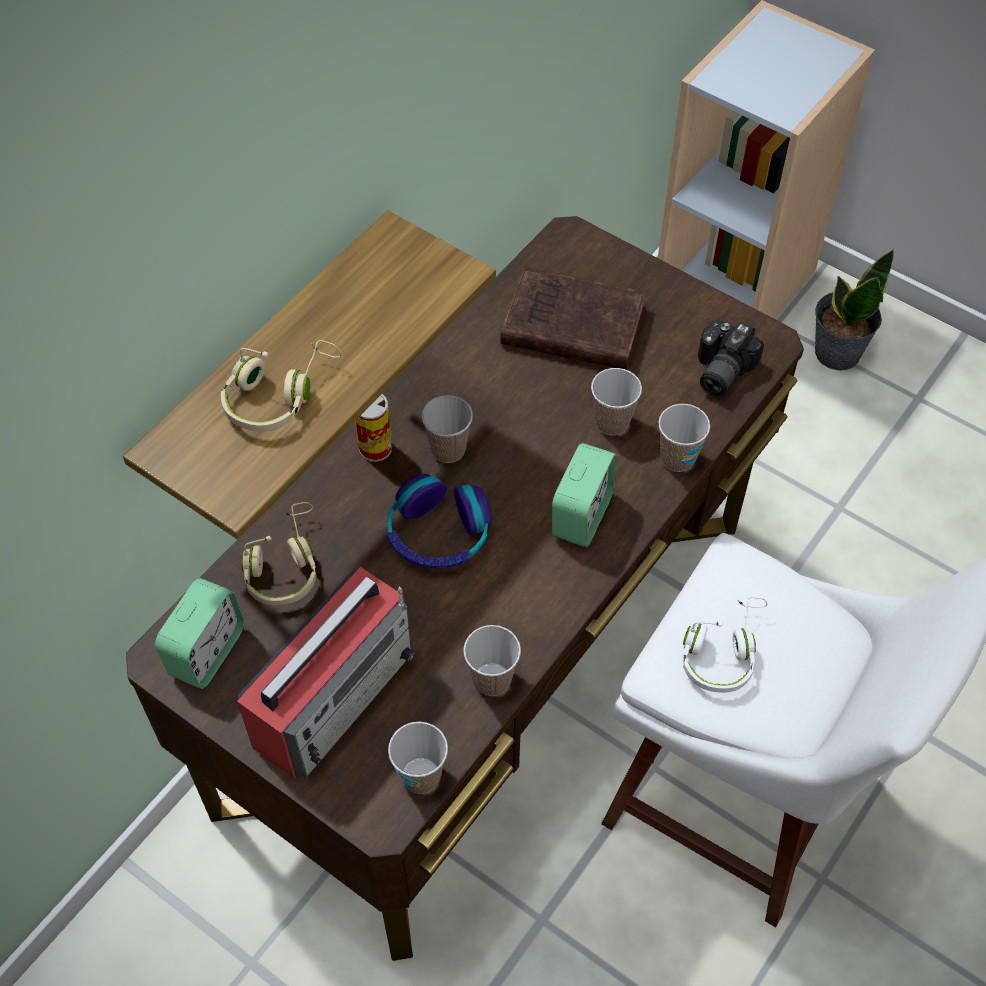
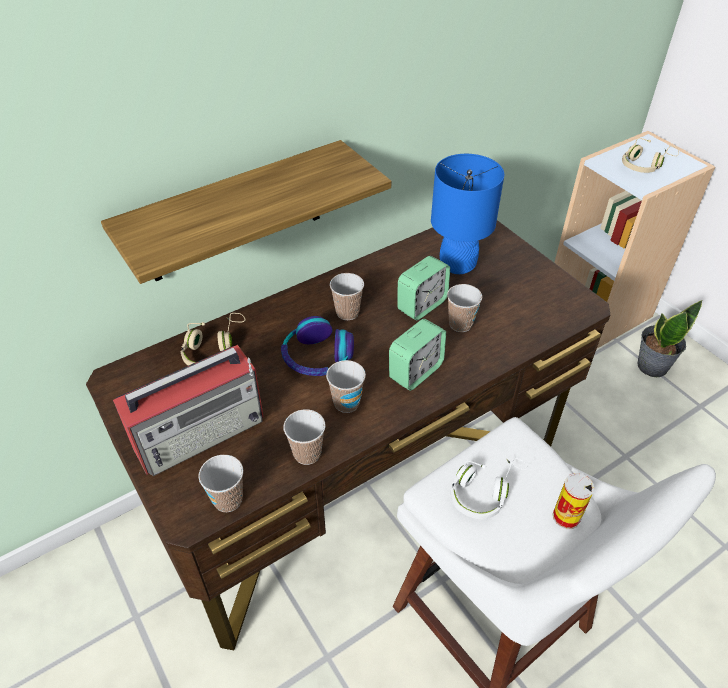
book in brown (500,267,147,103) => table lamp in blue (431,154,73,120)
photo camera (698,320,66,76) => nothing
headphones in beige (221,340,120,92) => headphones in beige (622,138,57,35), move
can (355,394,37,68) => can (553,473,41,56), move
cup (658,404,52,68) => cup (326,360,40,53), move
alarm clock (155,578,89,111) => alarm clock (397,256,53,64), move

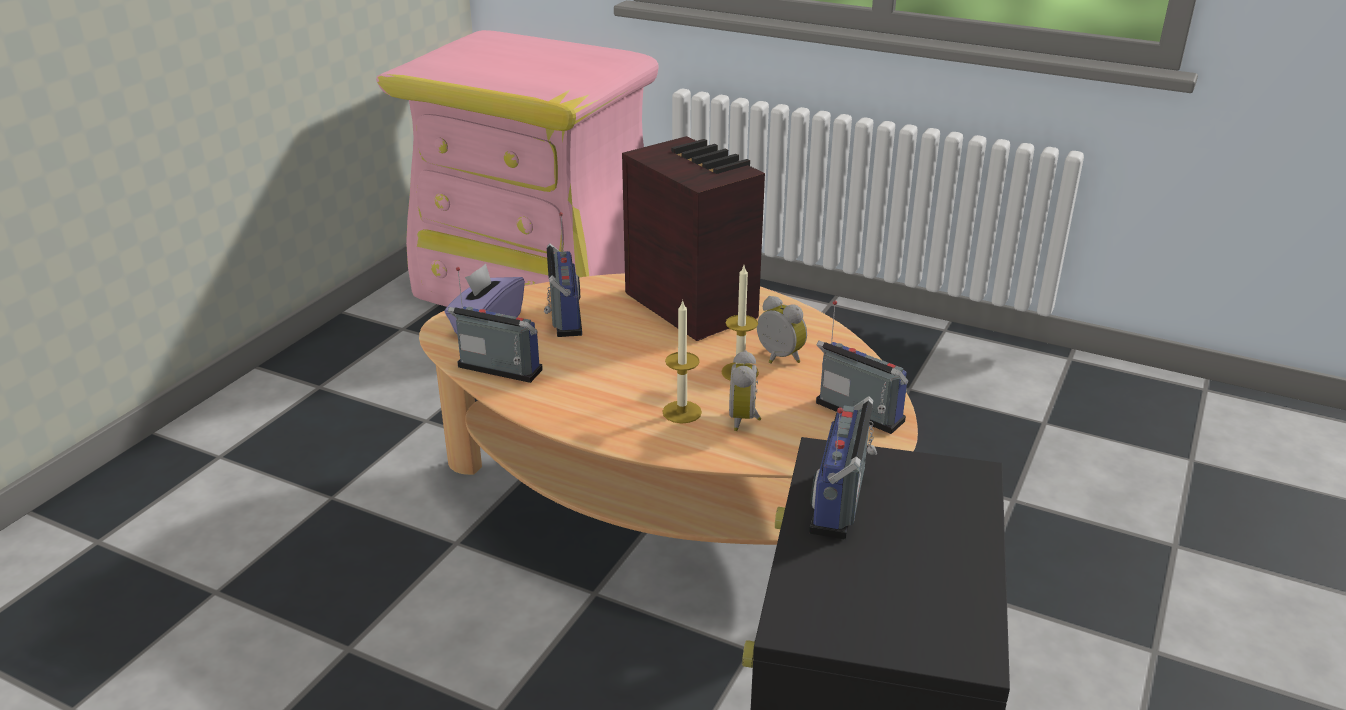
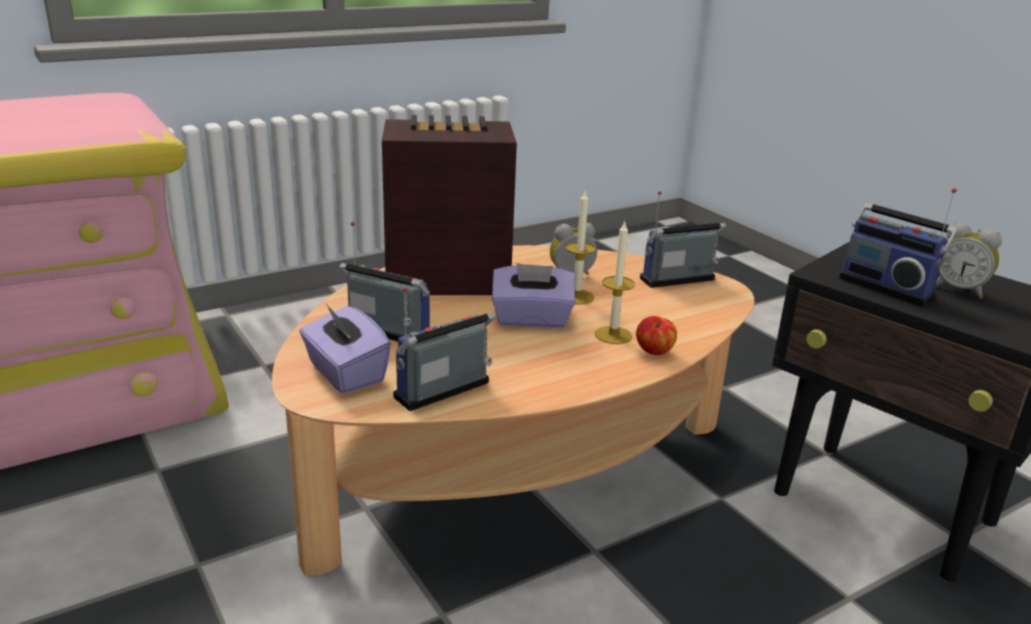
alarm clock (729,350,32,81) => alarm clock (935,222,67,77), move
nothing => tissue box in purple (492,263,83,65)
nothing => apple (636,316,41,39)

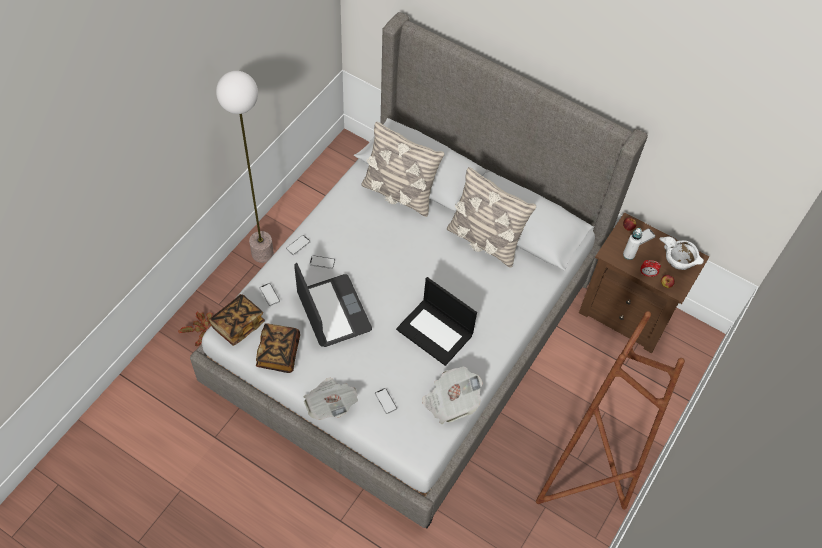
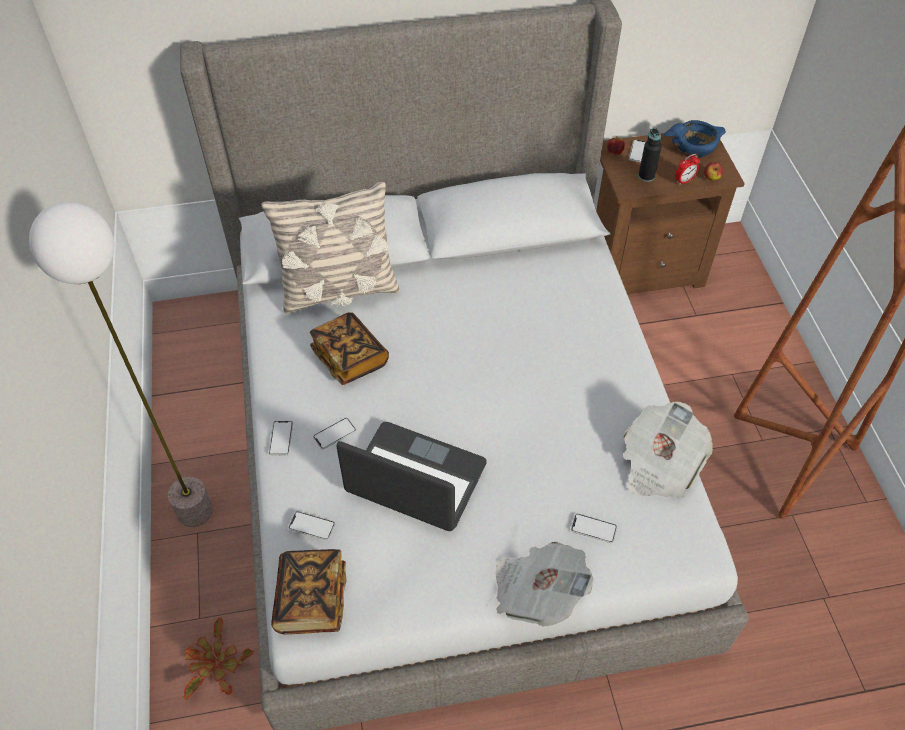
pillow in beige (447,167,89,101) => nothing
bottle in white (623,228,19,32) => bottle in black (638,128,24,54)
bowl in white (659,237,45,33) => bowl in blue (663,120,63,38)
laptop (396,277,81,89) => nothing
book (256,323,44,50) => book (310,312,79,73), move

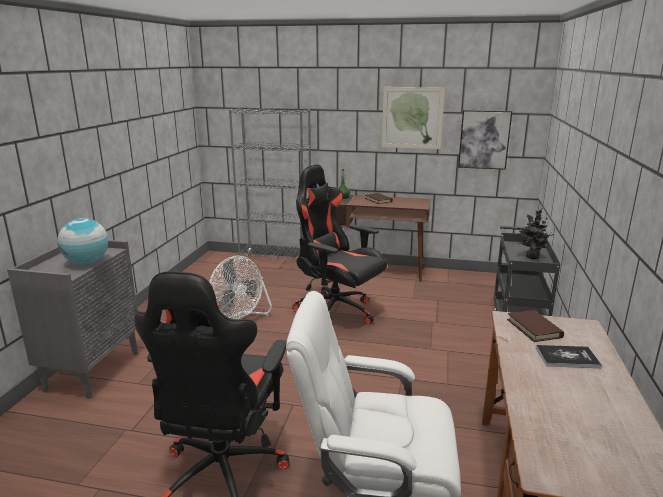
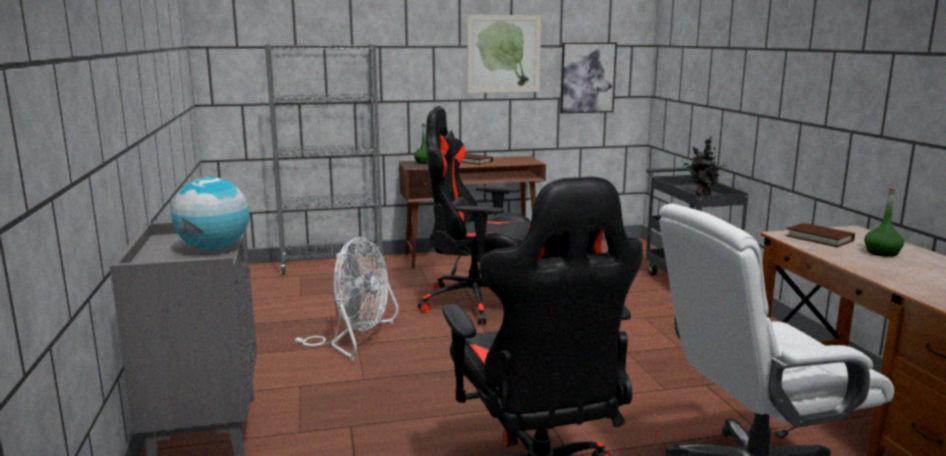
book (536,345,66,23) => bottle in green (864,187,40,70)

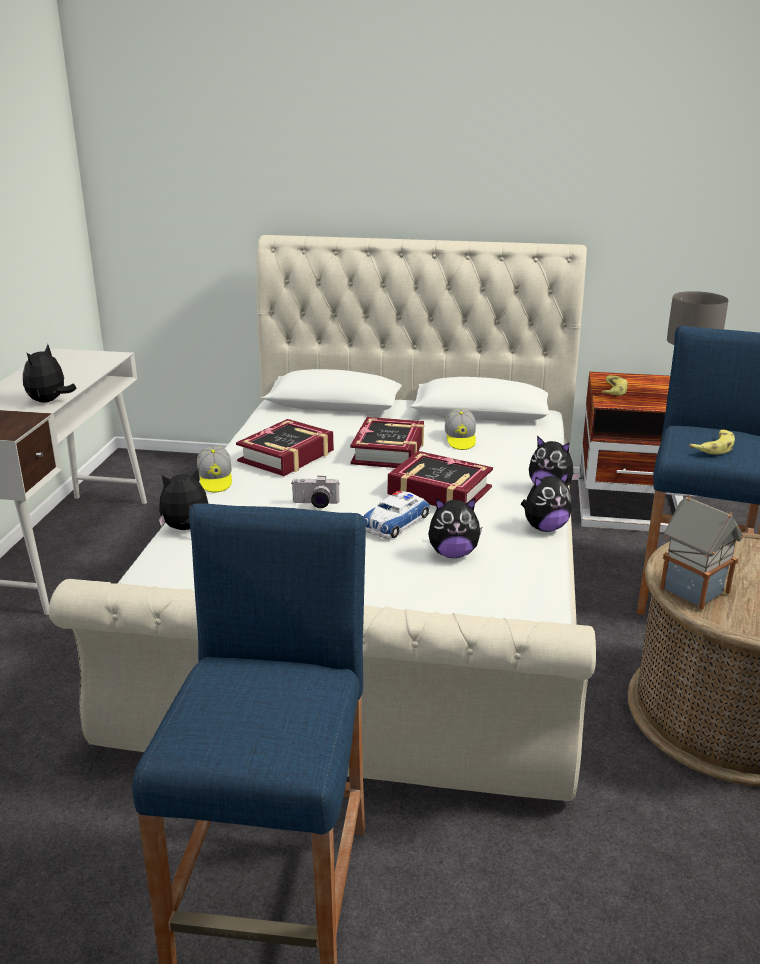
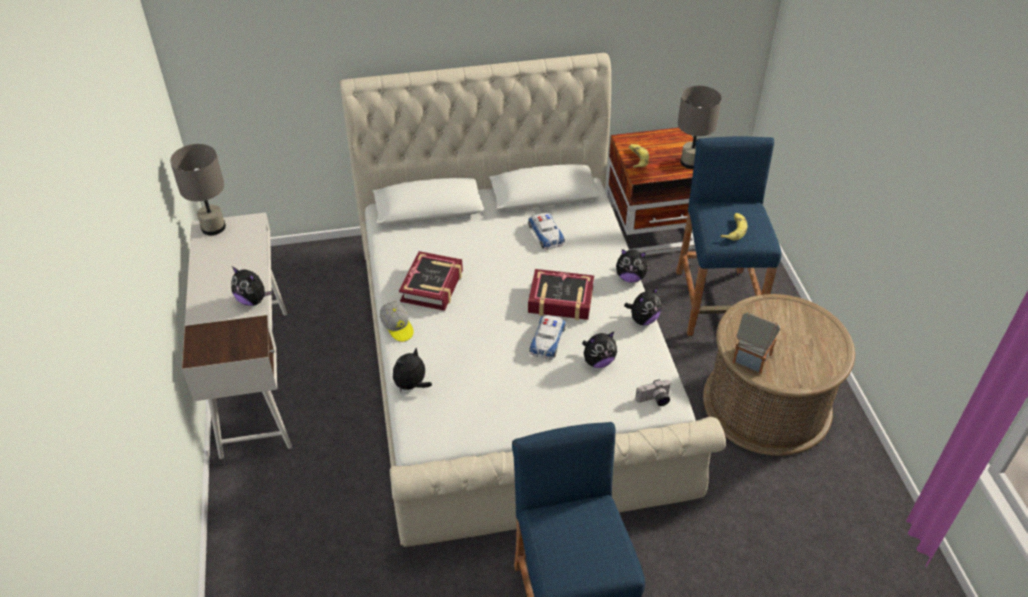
plush toy (23,344,53,59) => plush toy (231,266,40,40), 60 degrees counterclockwise
cap (445,409,31,41) => toy car (528,213,37,37)
book (350,417,74,51) => nothing
photo camera (292,476,48,32) => photo camera (635,379,37,27), move
nothing => table lamp in grey (170,144,56,91)

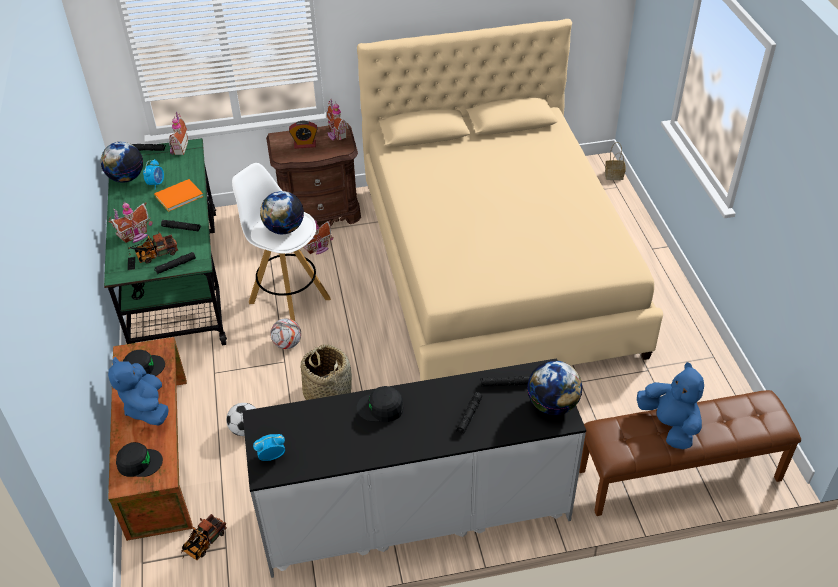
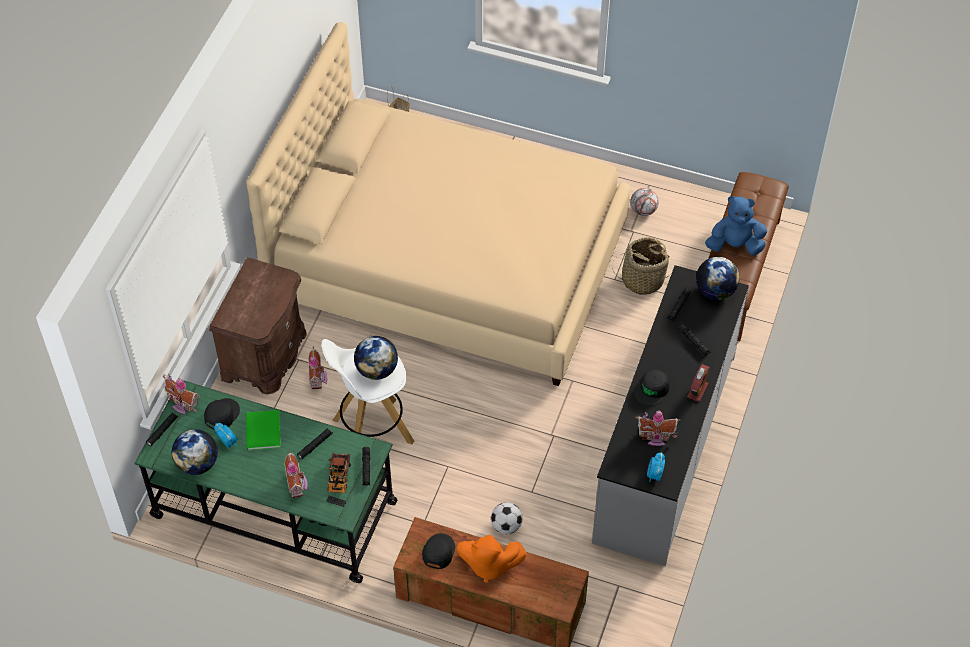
toy house (326,99,22,42) => toy house (635,411,46,35), move
alarm clock (289,121,28,28) => alarm clock (687,364,22,38), move
book in orange (154,179,50,33) => book in green (246,410,35,40)
football (270,318,31,31) => football (630,188,29,28), move
basket (301,344,51,56) => basket (612,237,60,58), move
plush toy in blue (108,357,61,68) => plush toy in orange (457,535,70,48)
cap in black (116,442,47,35) => cap in black (204,398,36,32), move
toy truck (181,514,46,46) => nothing

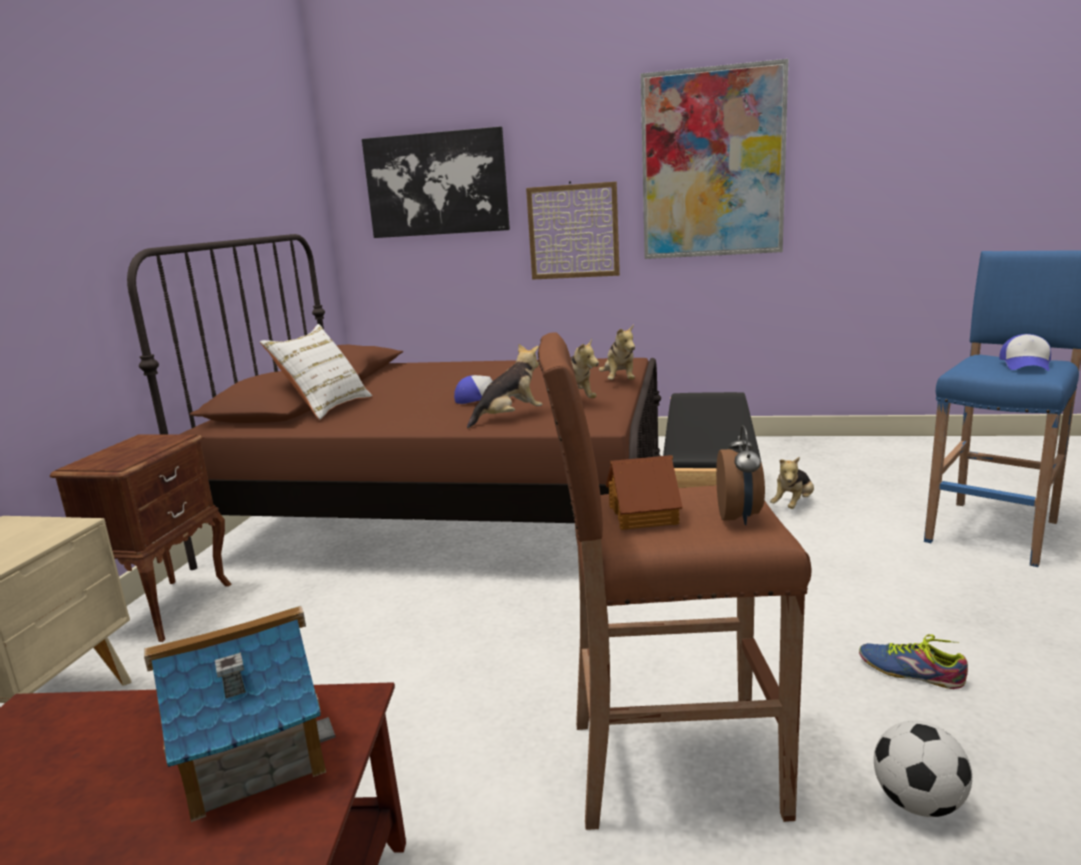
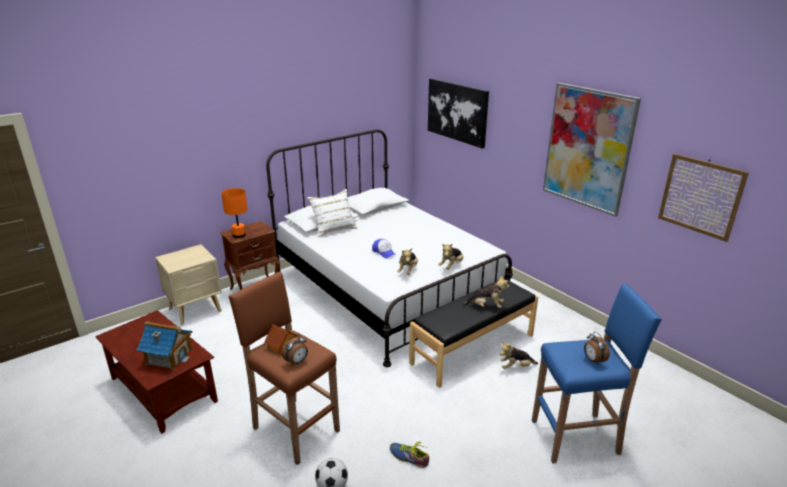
picture (526,181,94,99) => picture (658,154,91,88), move
bed in brown (127,234,534,336) => bed in white (266,129,247,238)
cap (1000,334,51,37) => alarm clock (584,332,26,33)
plush toy (467,344,75,84) => plush toy (463,275,47,33), move
shoe (859,634,109,55) => shoe (390,442,39,26), 45 degrees counterclockwise
nothing => table lamp in orange (221,188,27,50)

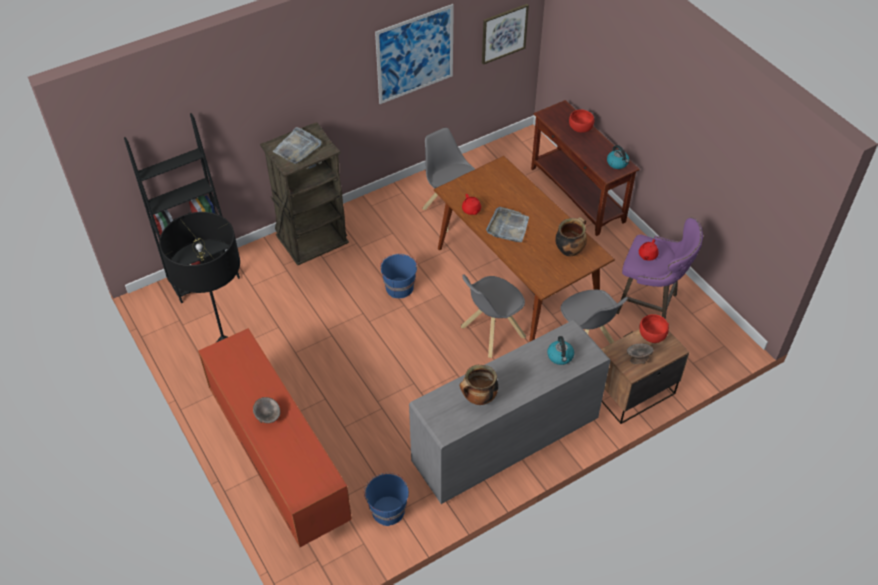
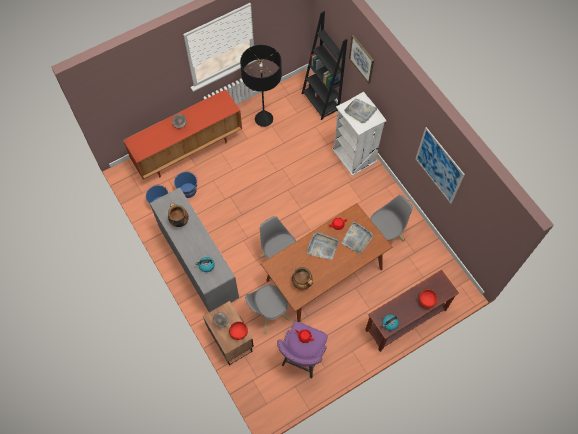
picture (482,4,47,61) => picture (349,35,25,48), move
bookcase in brown (260,122,89,143) => bookcase in white (332,92,54,84)
bucket in blue (380,254,38,44) => bucket in blue (174,171,24,27), move
nothing => tray in grey (342,222,31,32)

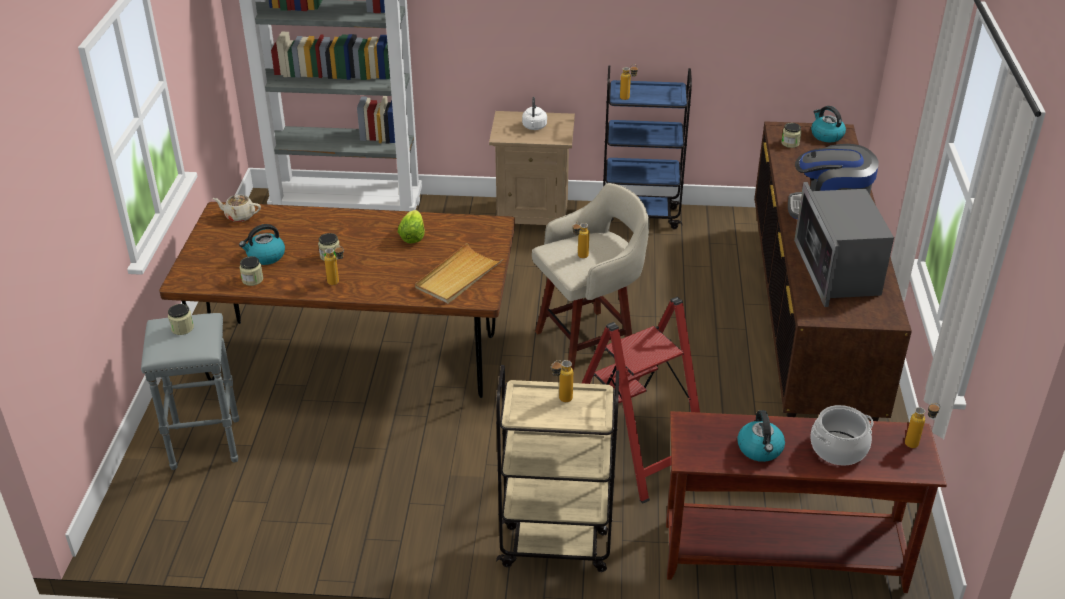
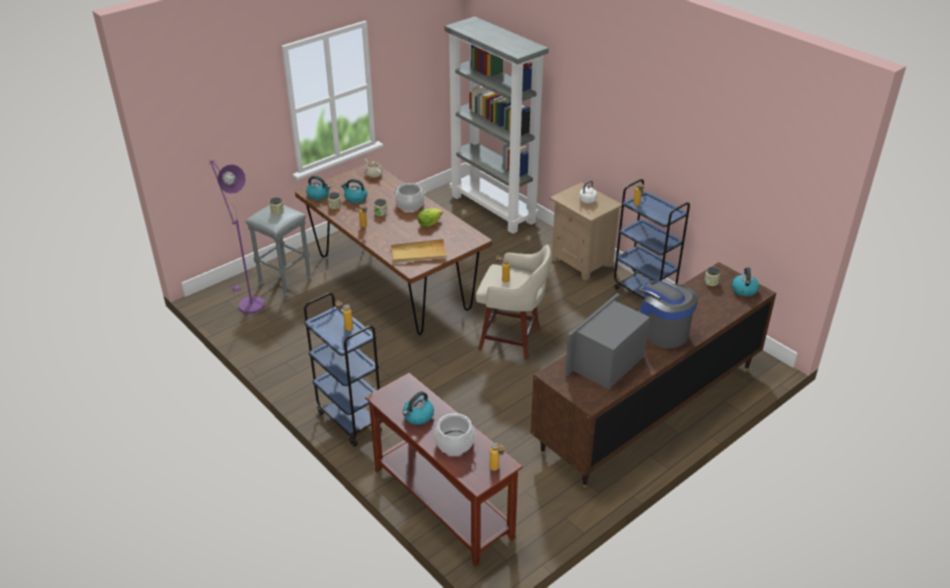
step ladder in red (582,297,118,207) => nothing
cart in beige (496,365,123,207) => cart in blue (304,293,78,154)
nothing => floor lamp in purple (209,160,56,153)
nothing => kettle (306,176,24,24)
nothing => cooking pot (393,183,33,28)

